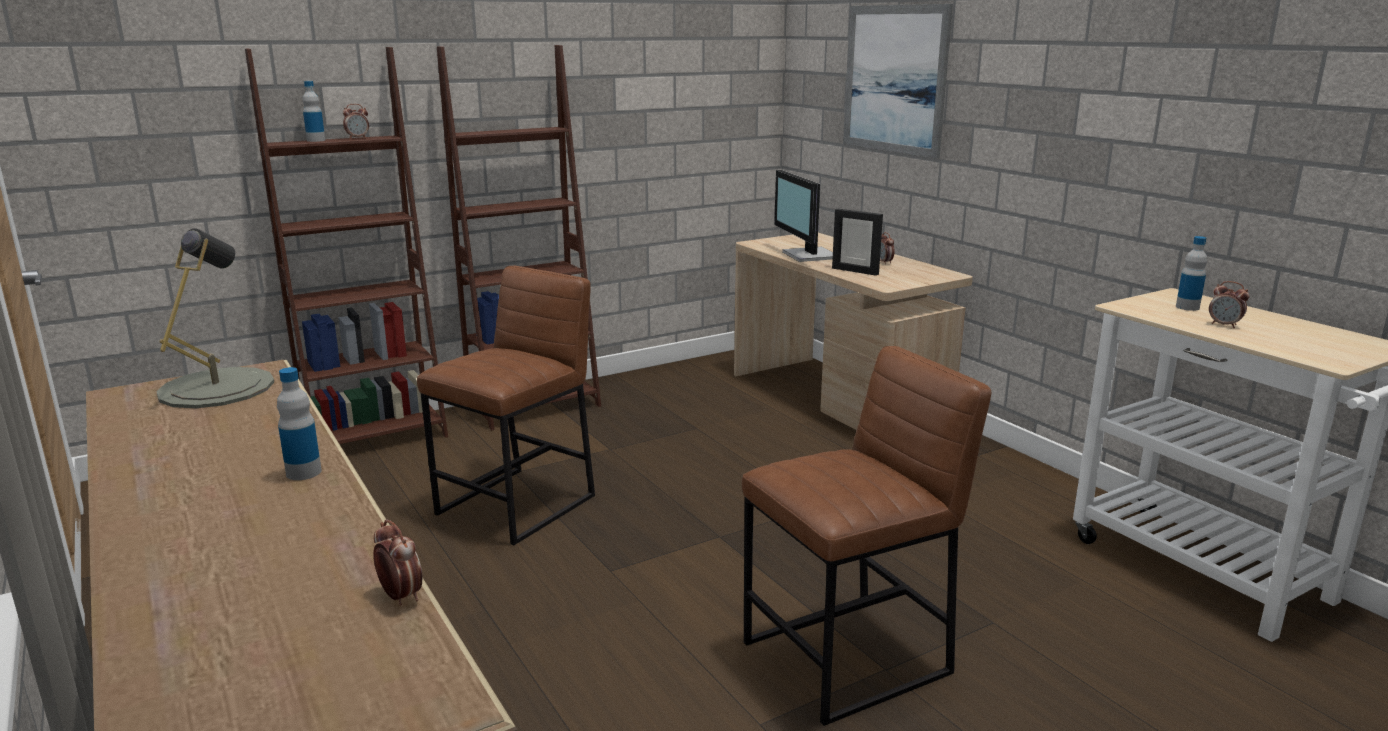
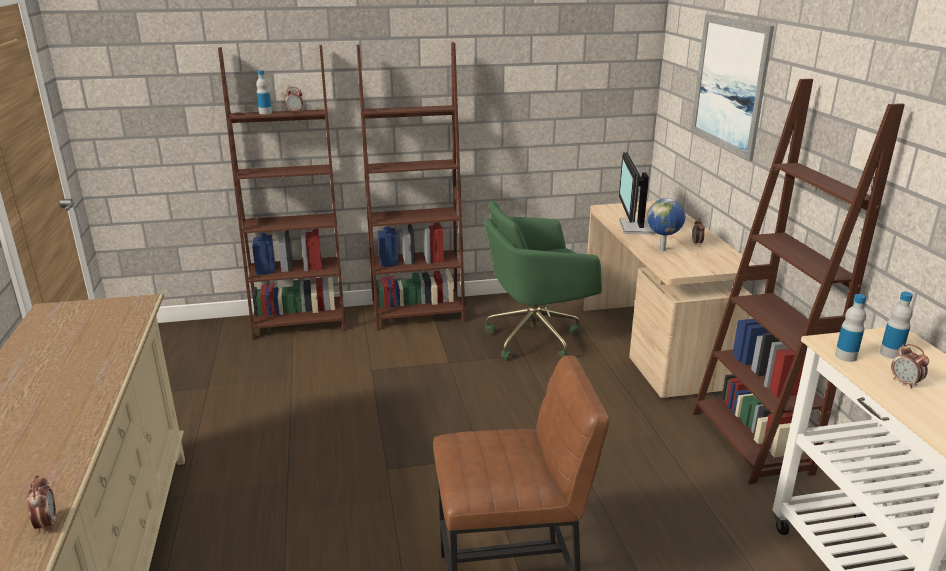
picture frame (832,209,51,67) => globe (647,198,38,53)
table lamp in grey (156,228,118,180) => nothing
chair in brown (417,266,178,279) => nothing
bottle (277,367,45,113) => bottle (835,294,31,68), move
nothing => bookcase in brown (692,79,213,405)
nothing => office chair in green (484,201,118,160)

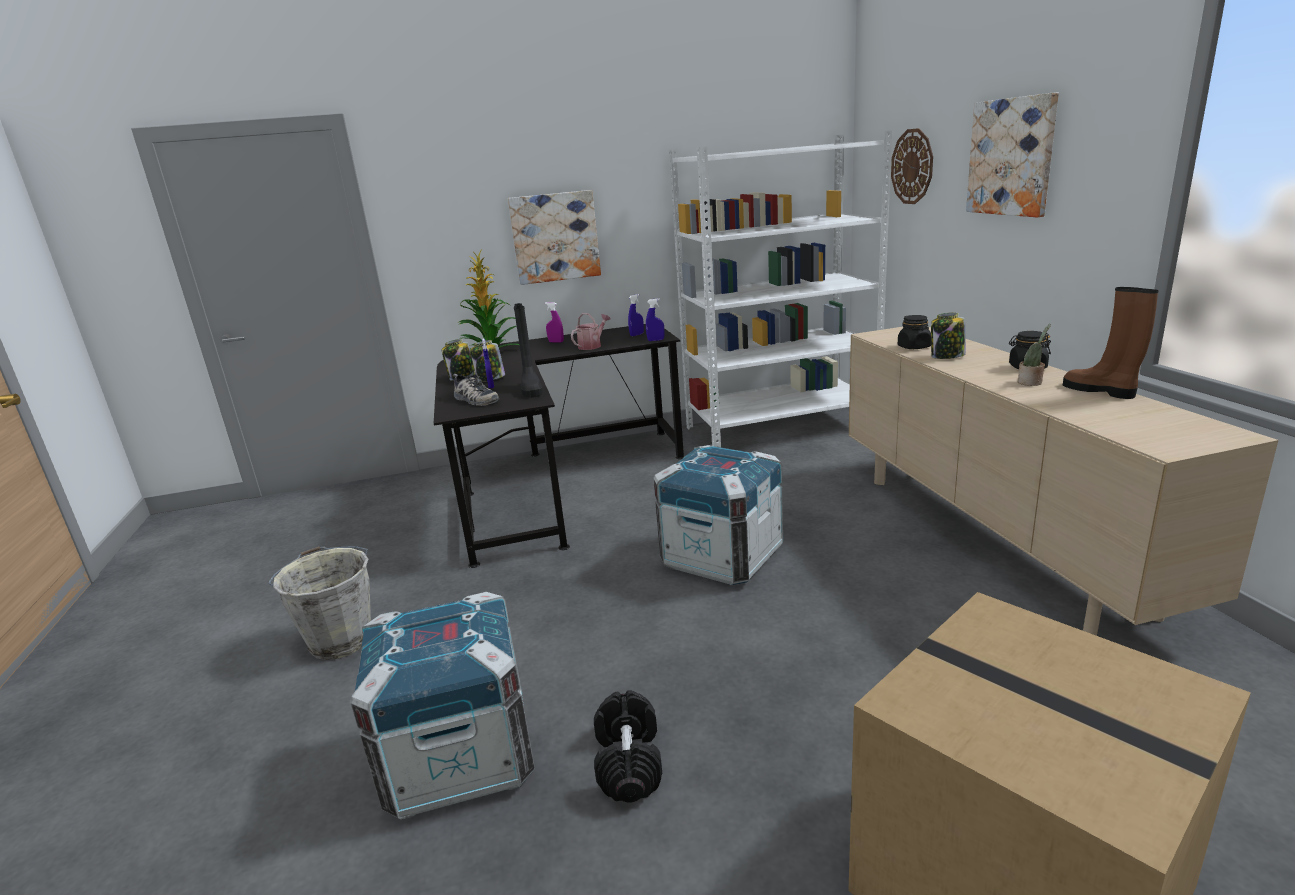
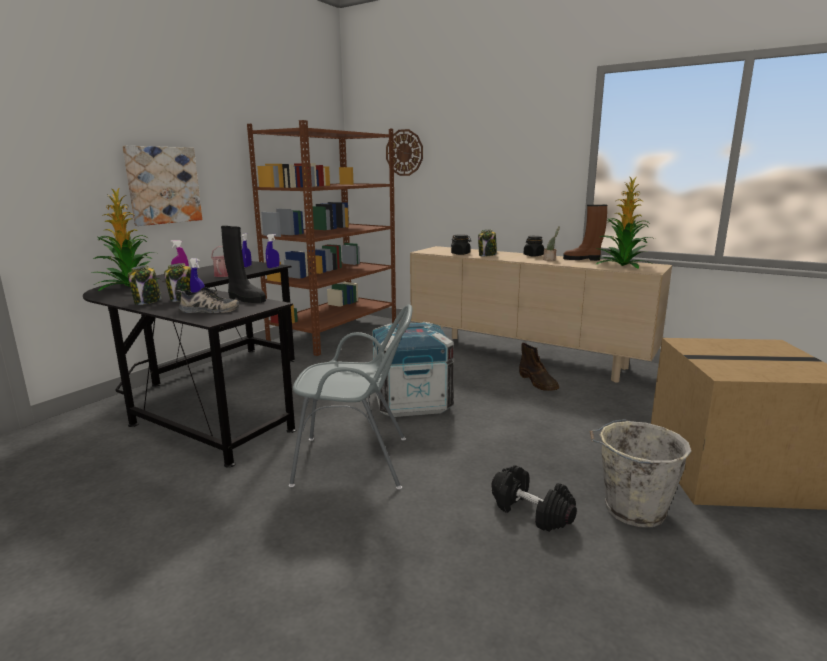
picture (966,92,93,126) => nothing
bookcase in white (669,130,223,317) => bookcase in brown (247,120,149,236)
bucket in grey (268,546,103,114) => bucket in grey (590,419,102,108), move
crate (351,592,184,227) => nothing
nothing => potted plant (595,176,60,93)
nothing => chair in grey (289,305,123,185)
nothing => boot in brown (519,343,40,48)

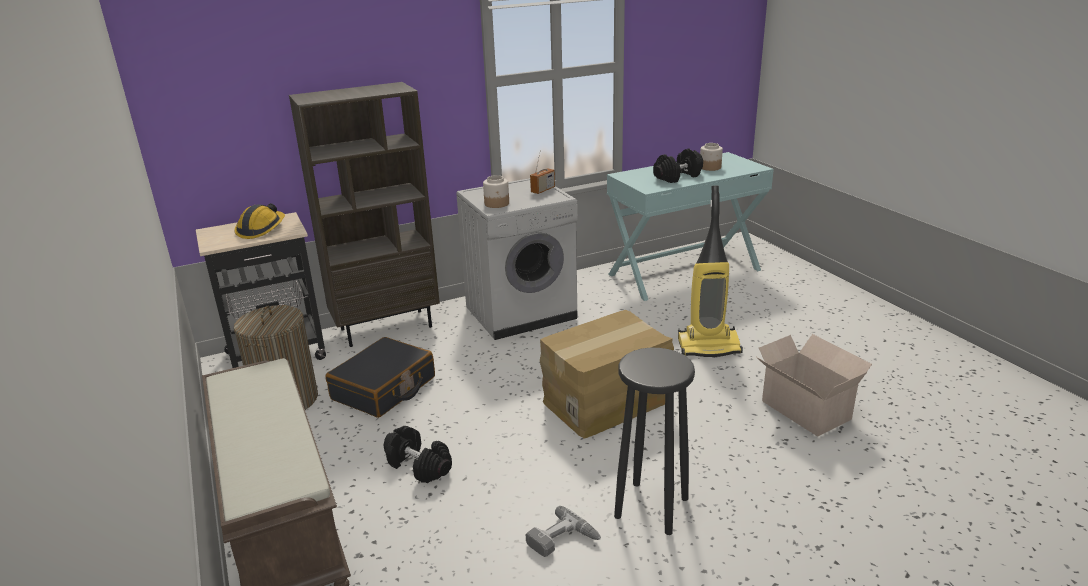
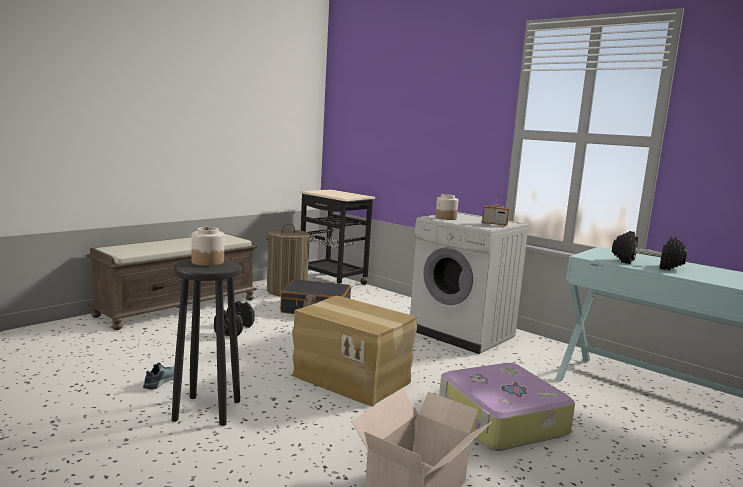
bookcase in brown (289,82,151,265) => nothing
jar (700,143,23,28) => jar (192,227,32,39), move
vacuum cleaner (678,185,65,172) => suitcase (439,363,136,88)
hard hat (234,203,51,36) => nothing
power drill (526,506,75,51) => shoe (143,363,31,27)

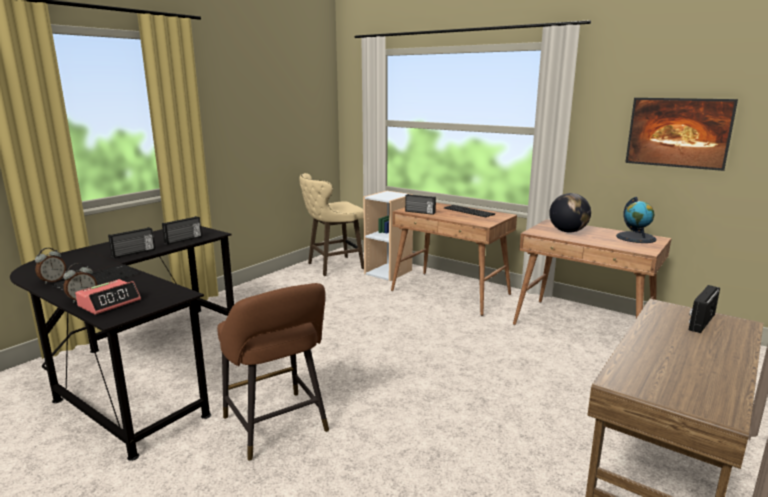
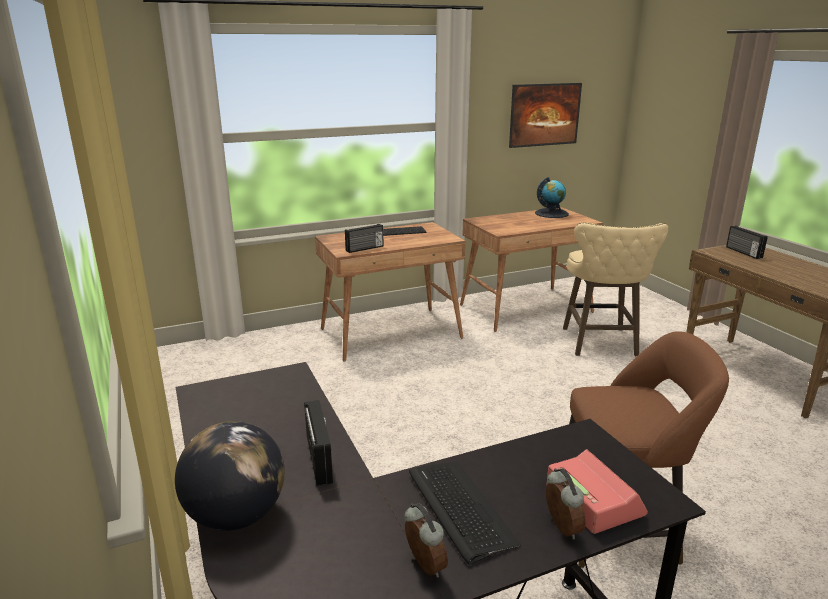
stool in beige (299,173,65,103) => stool in beige (563,222,105,134), move
bookcase (363,191,51,90) => nothing
globe (549,193,42,40) => globe (175,421,110,110), move
radio (162,216,40,29) => nothing

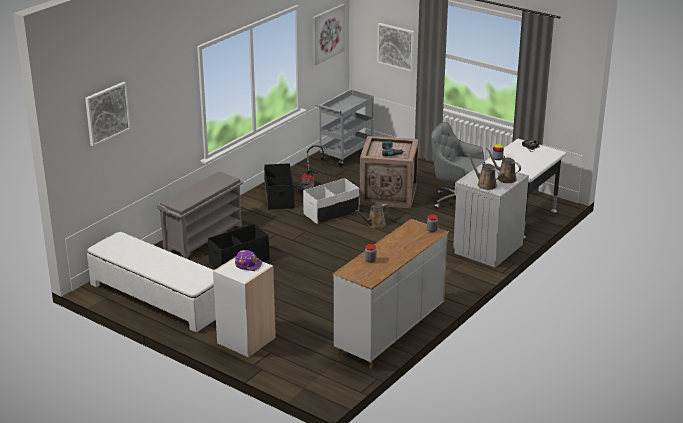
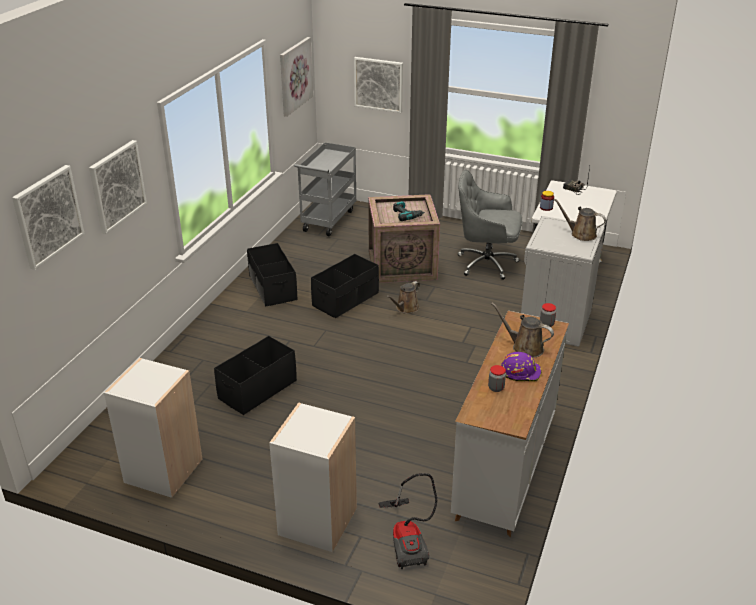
vacuum cleaner (297,145,28,48) => vacuum cleaner (378,473,59,96), move
watering can in brown (467,154,34,36) => watering can in brown (491,303,63,55), move
shoe rack in grey (157,171,86,88) => nothing
storage box in white (303,178,56,46) => storage box in black (311,254,68,64)
bench in white (87,232,129,101) => bookcase (104,358,99,140)
hard hat in purple (235,250,27,21) => hard hat in purple (501,352,41,29), move
nothing => picture (89,140,58,94)

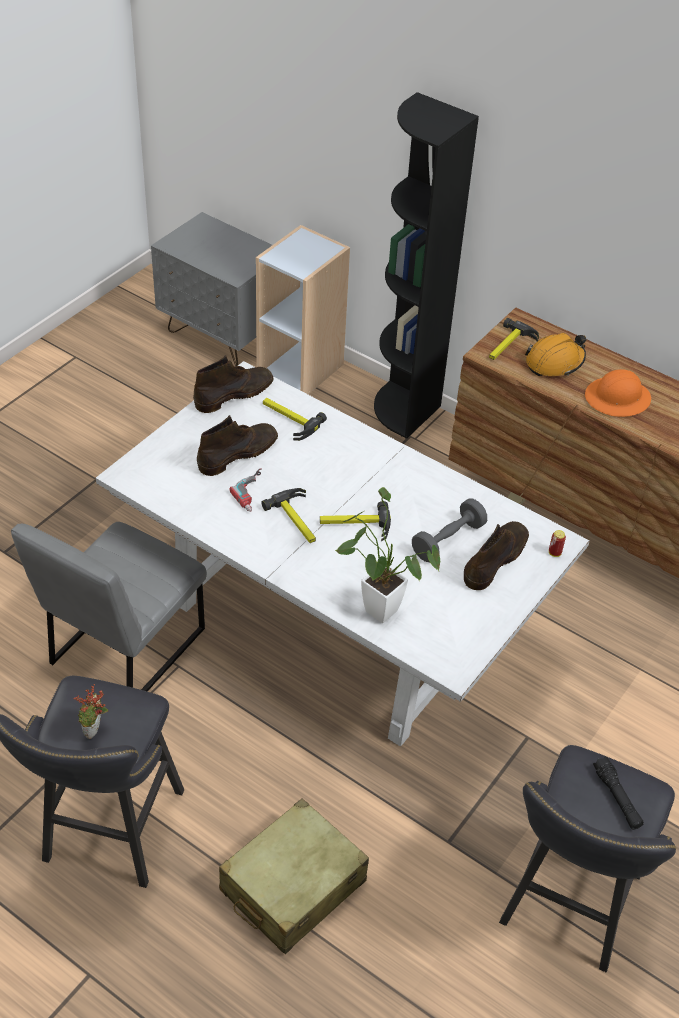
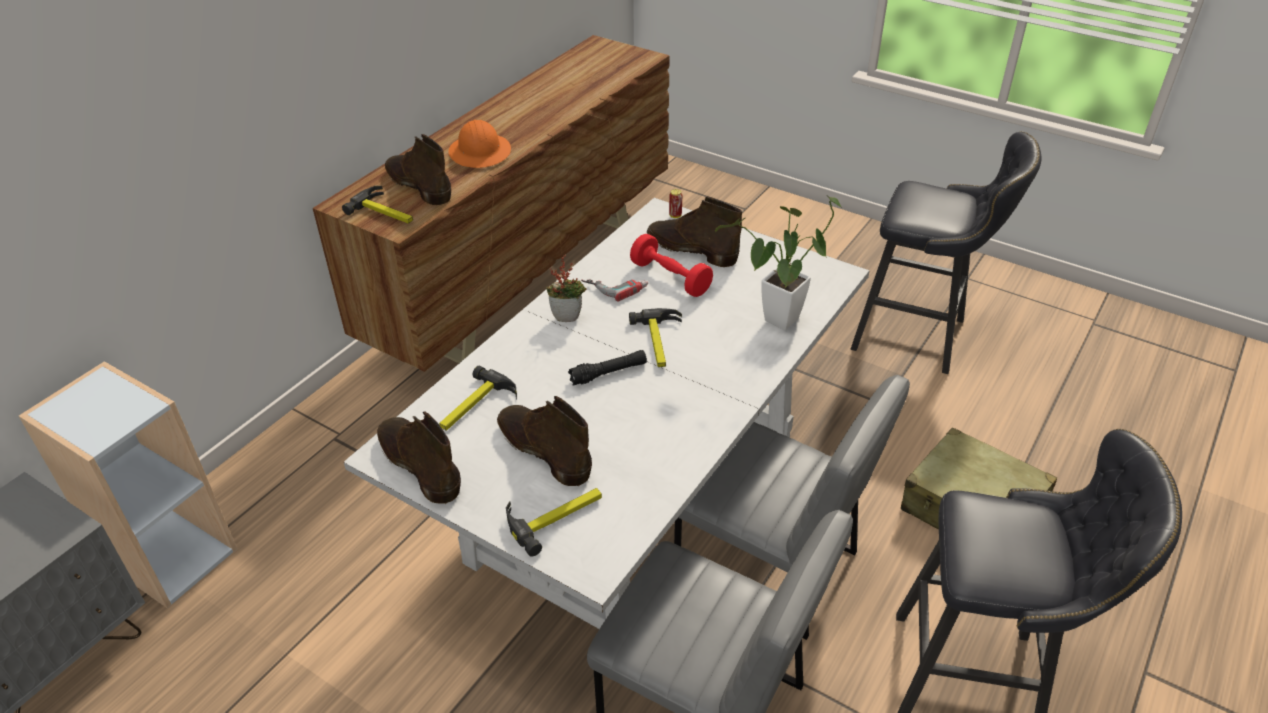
bookcase in black (374,92,105,347) => nothing
hard hat in orange (525,333,61,43) => boot in brown (385,134,66,72)
power drill (230,468,32,44) => power drill (581,279,67,23), move
hammer (261,488,55,55) => hammer (506,488,96,68), move
dumbbell in grey (412,498,75,64) => dumbbell in red (630,234,83,63)
potted plant (74,684,35,55) => potted plant (546,255,41,67), move
flashlight in black (593,756,51,74) => flashlight in black (568,350,79,36), move
nothing => chair in grey (674,375,236,265)

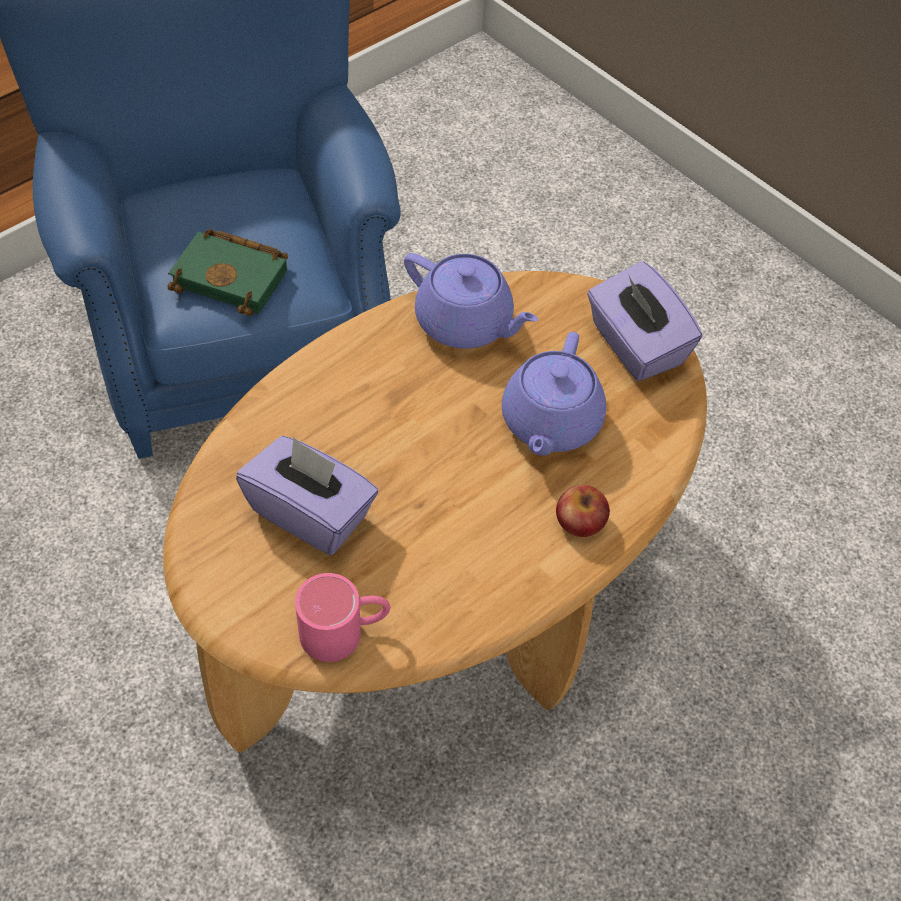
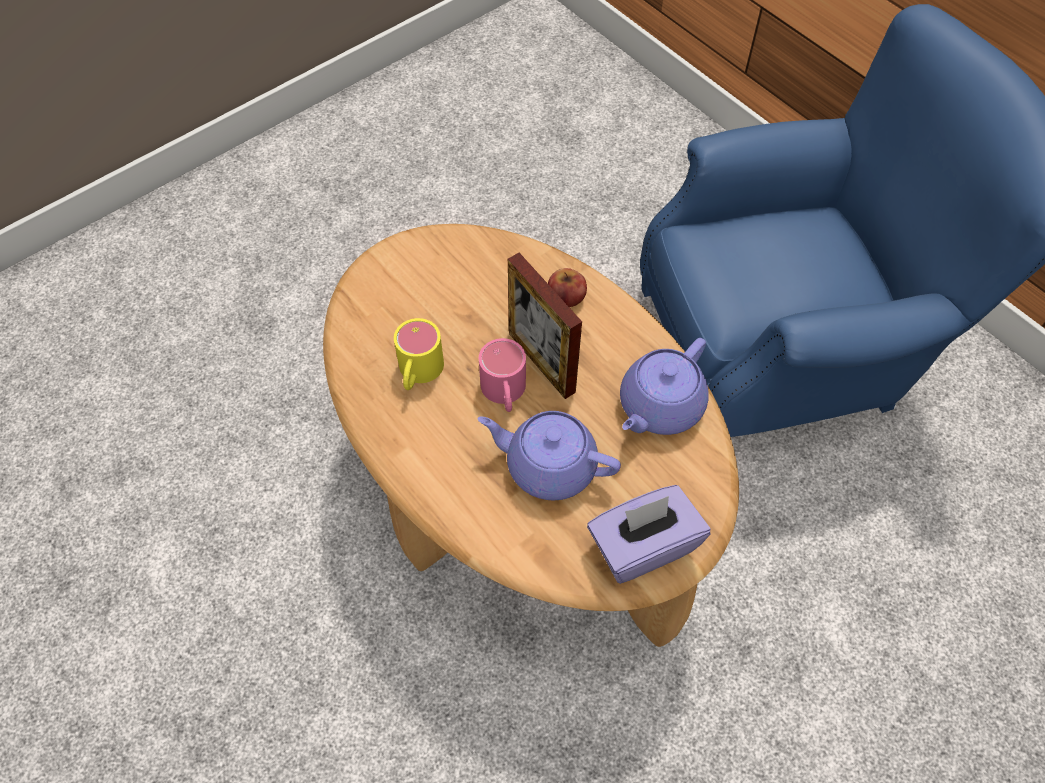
book in green (167,229,121,87) => nothing
tissue box in purple (236,436,142,119) => nothing
apple (556,485,54,52) => apple (548,268,39,39), move
mug in pink (295,573,95,89) => mug in pink (479,338,47,74), move
nothing => picture frame (508,253,74,146)
nothing => mug in yellow (394,318,50,72)

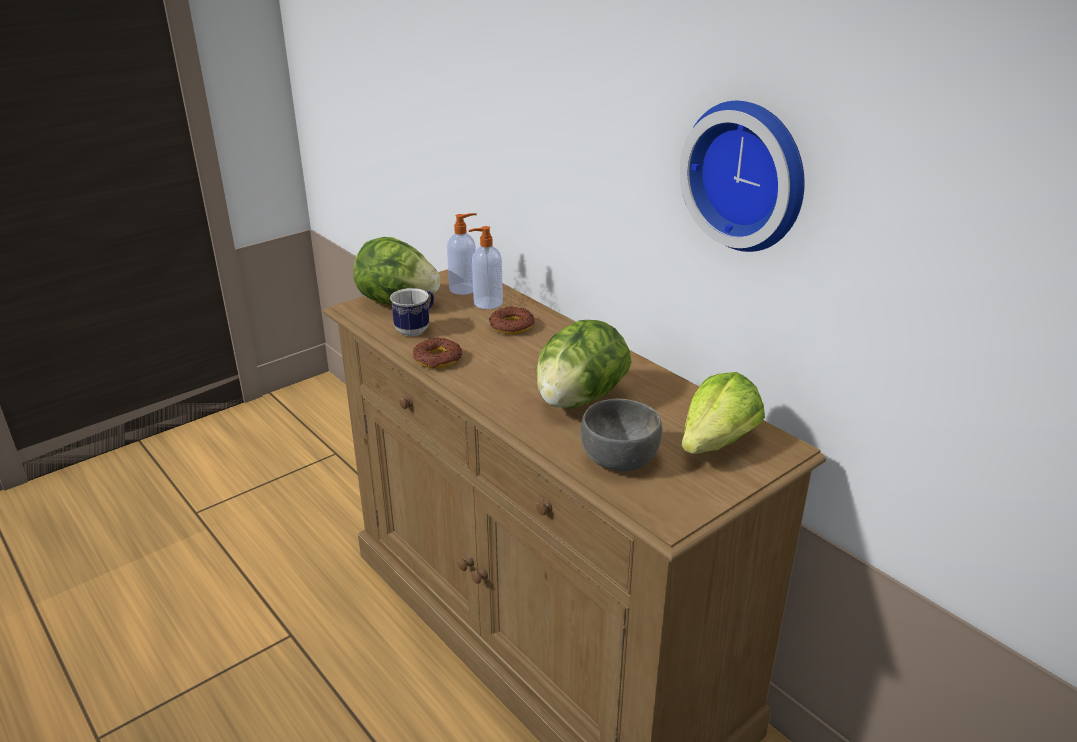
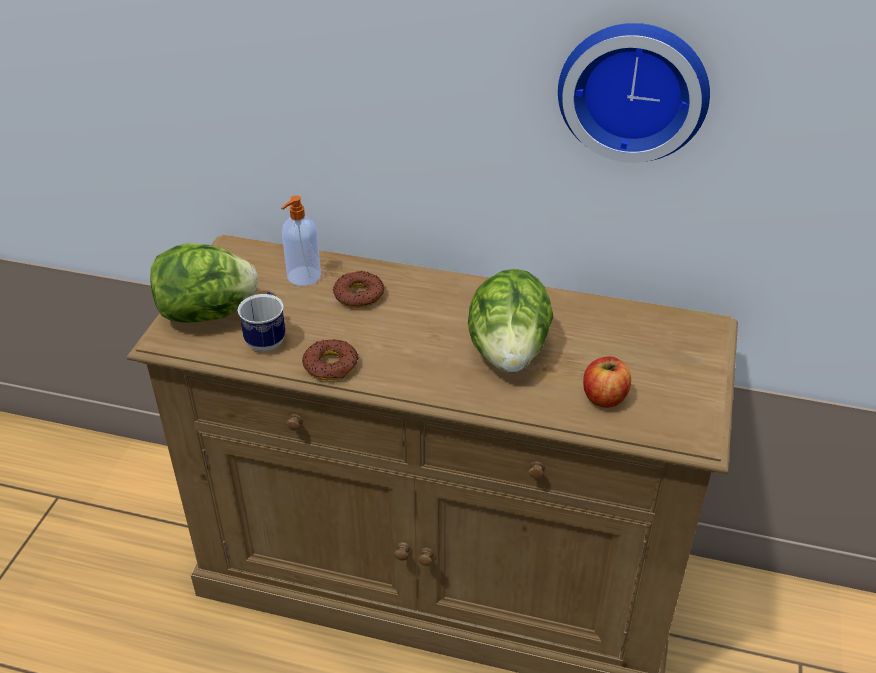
soap dispenser (447,213,30,82) => nothing
lettuce (681,372,84,82) => nothing
bowl in grey (580,399,82,72) => apple (583,356,48,52)

